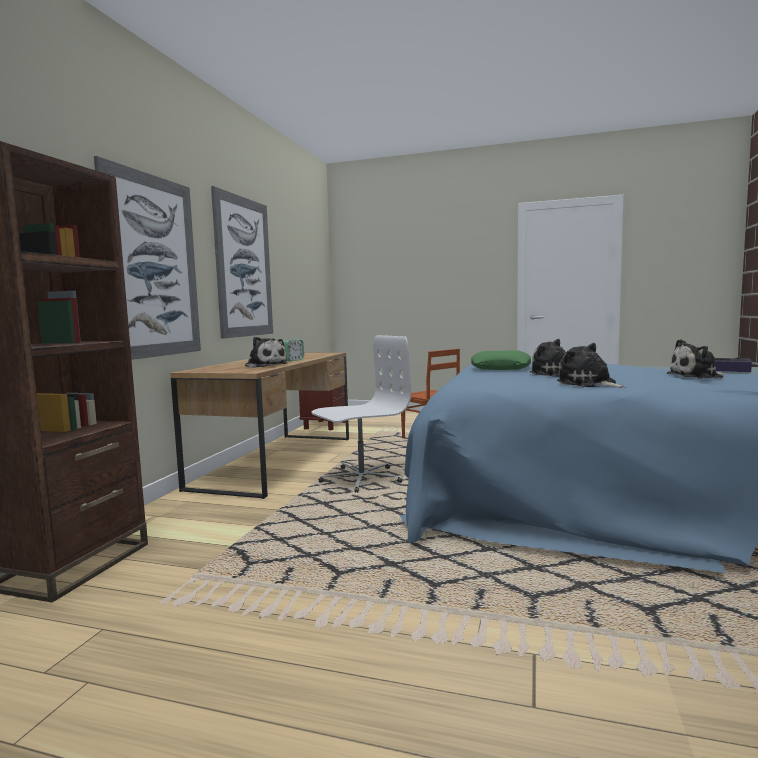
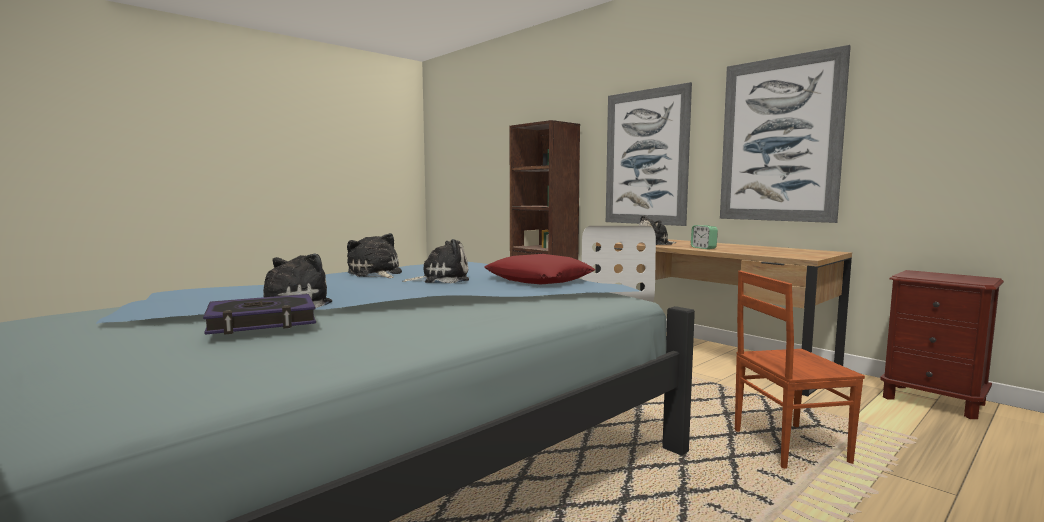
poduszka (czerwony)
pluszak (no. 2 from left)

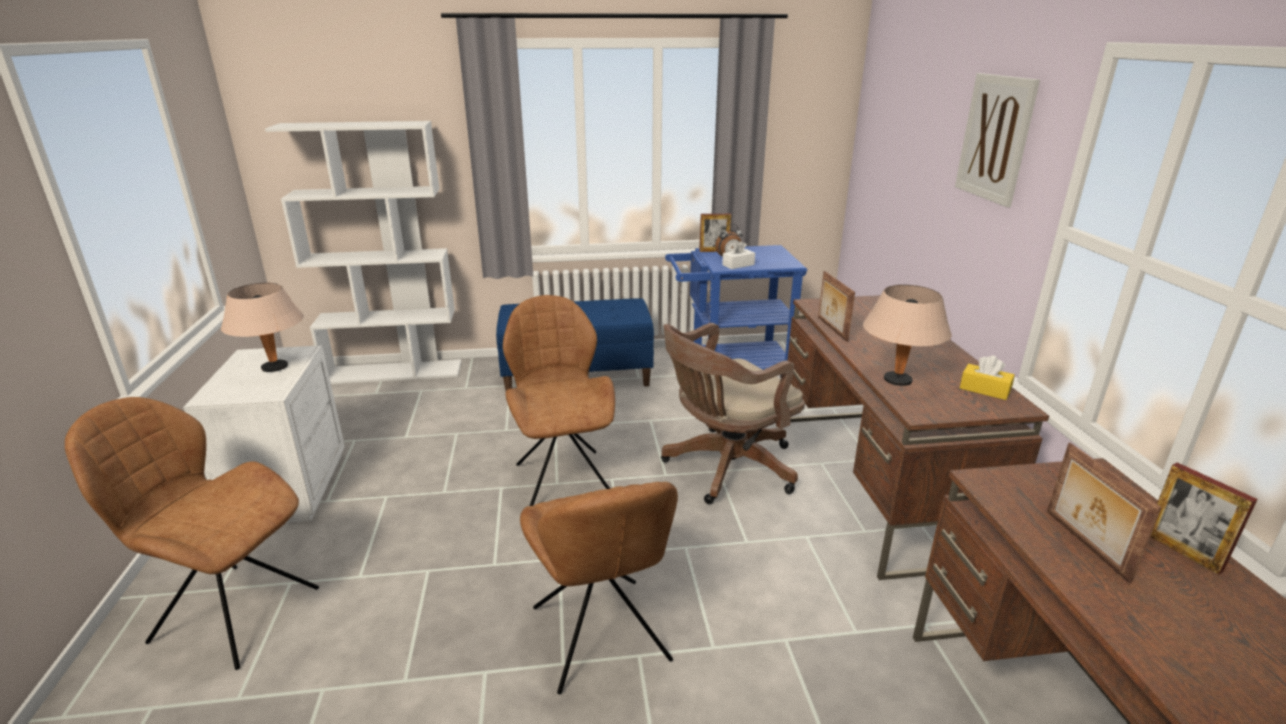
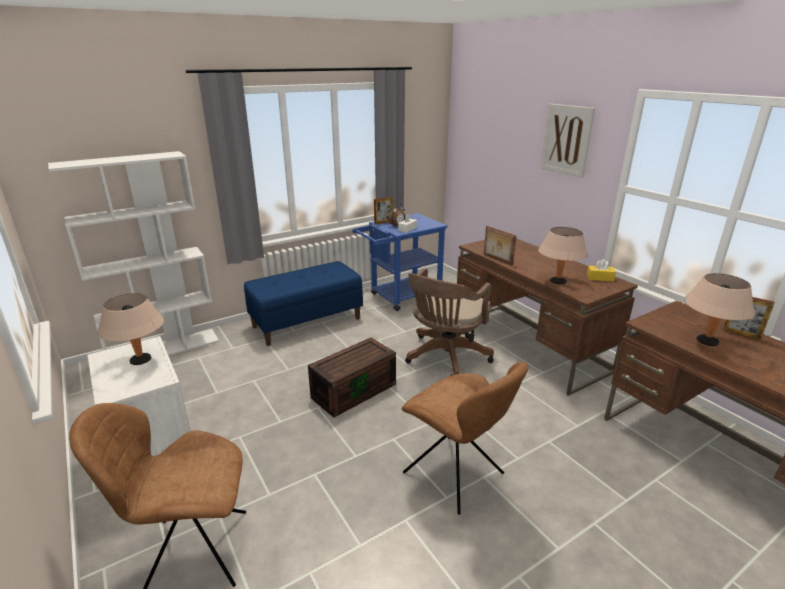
pojemnik do przechowywania (brązowy)
lampa stołowa (beżowy) (no. 3 from left)

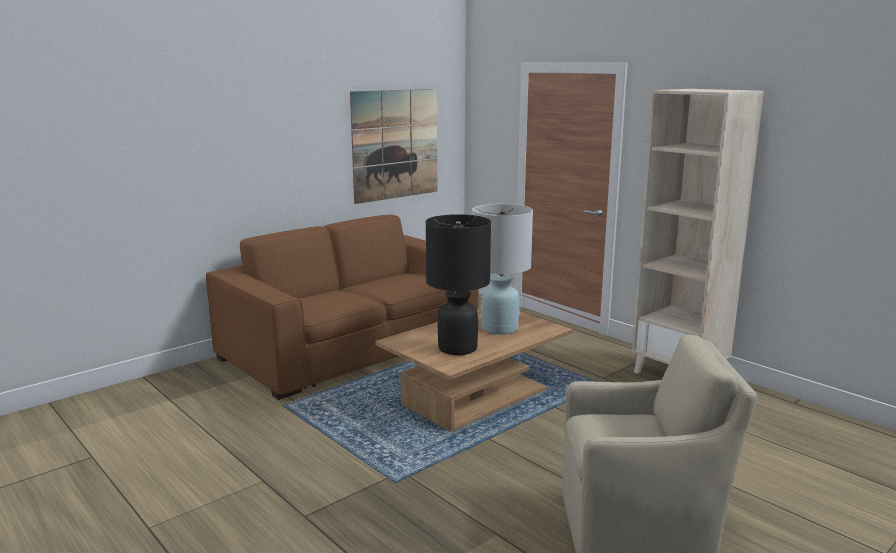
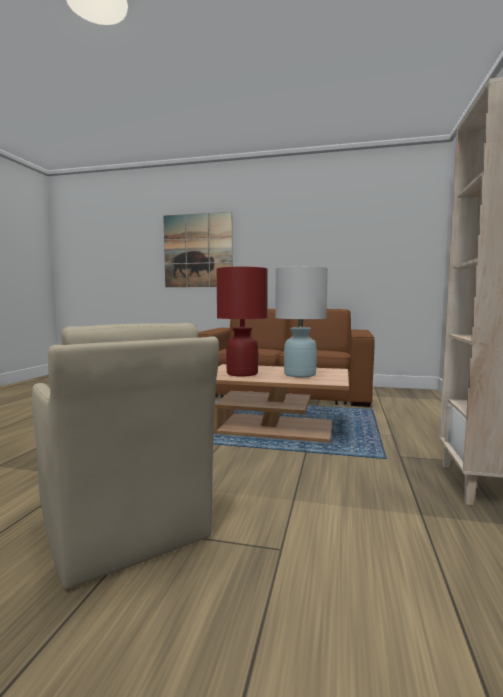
obraz
lampa stołowa (czerwony)

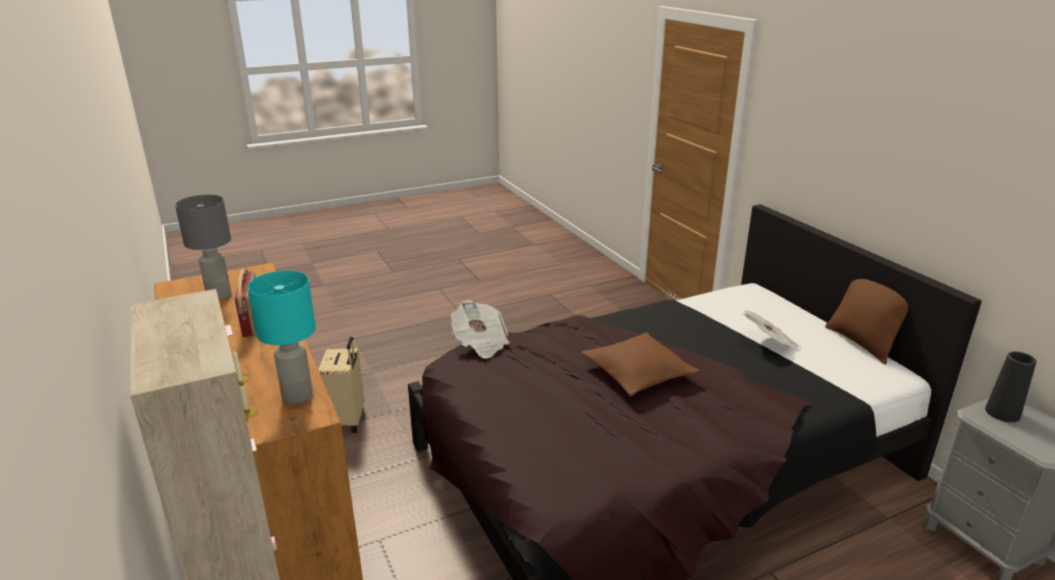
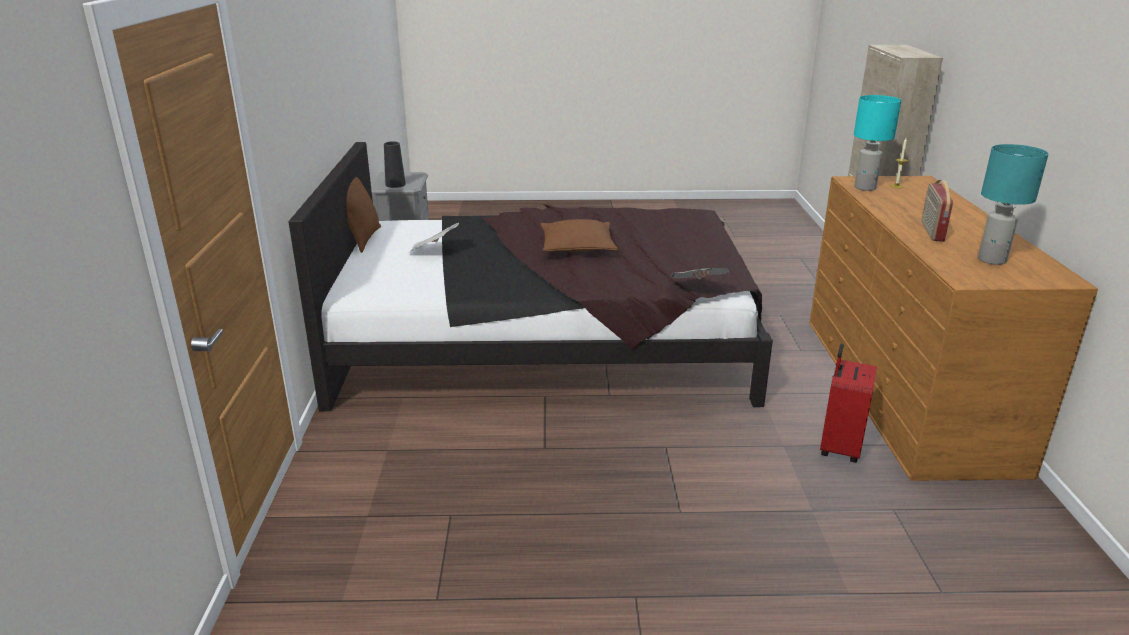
lampa stołowa (turkusowy) (no. 2 from left)
walizka (czerwony)

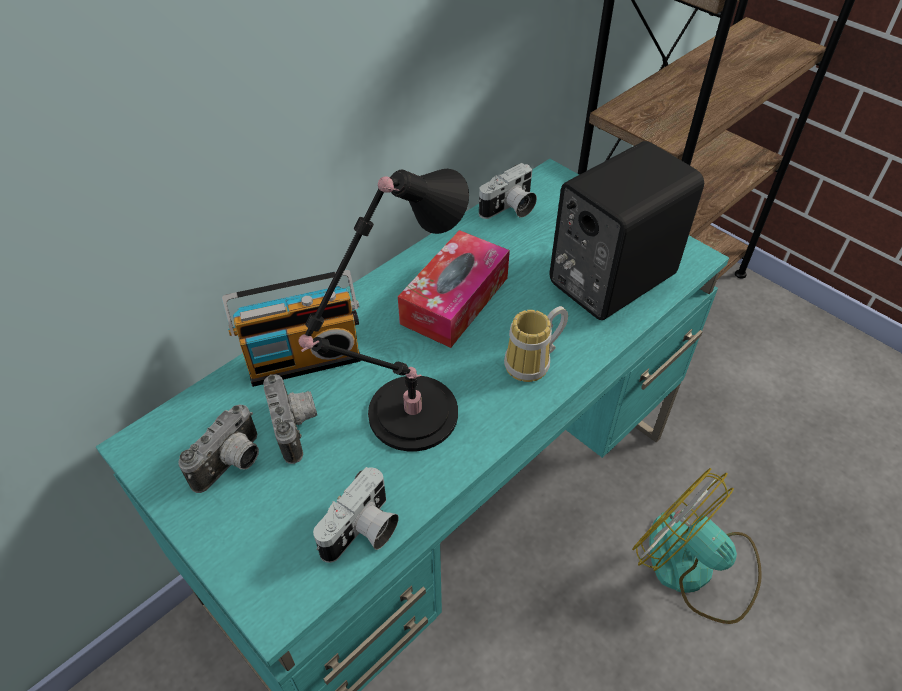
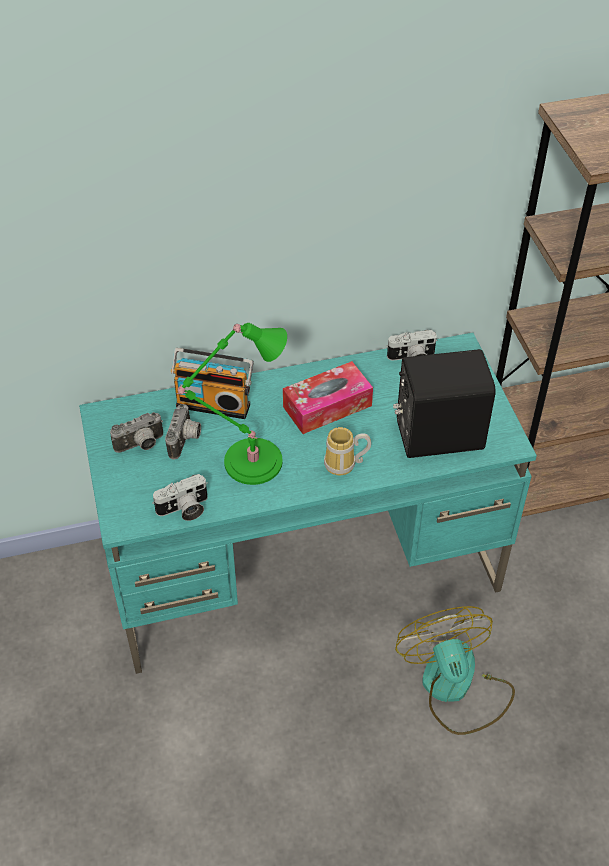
lampa stołowa (zielony)

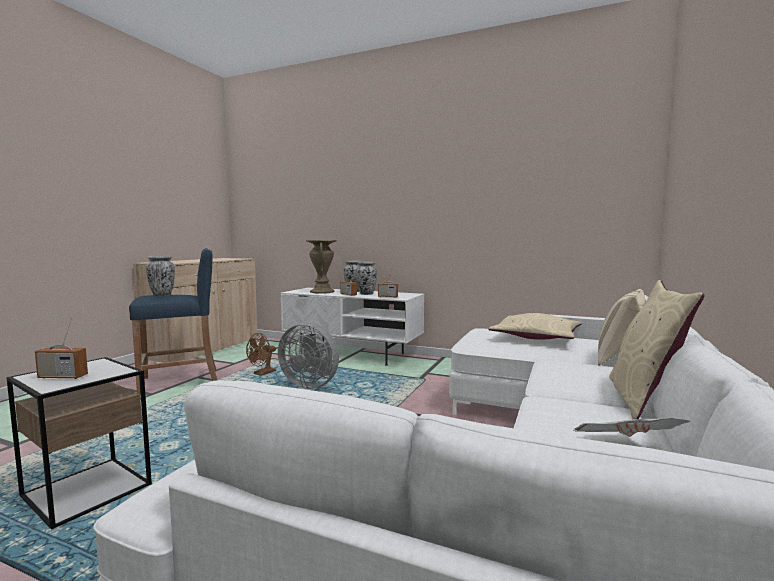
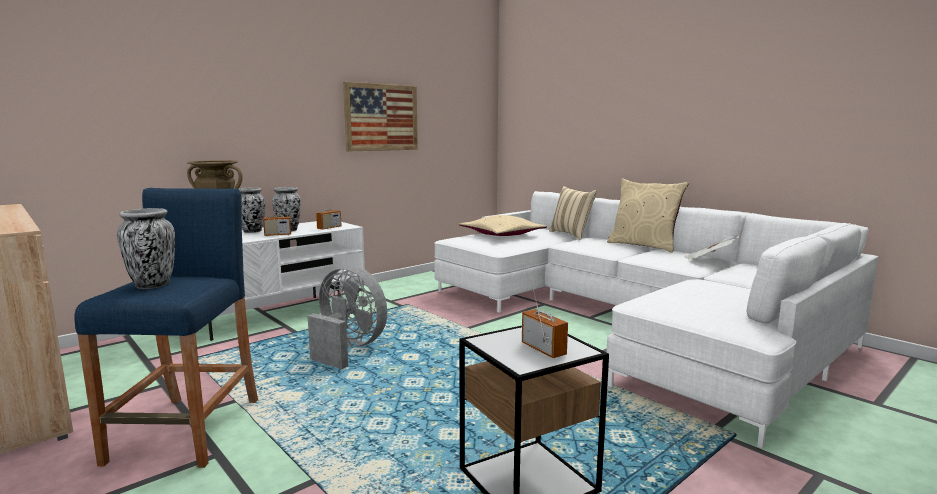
wentylator (brązowy)
obraz
radio (no. 3 from left)
wentylator (szary)

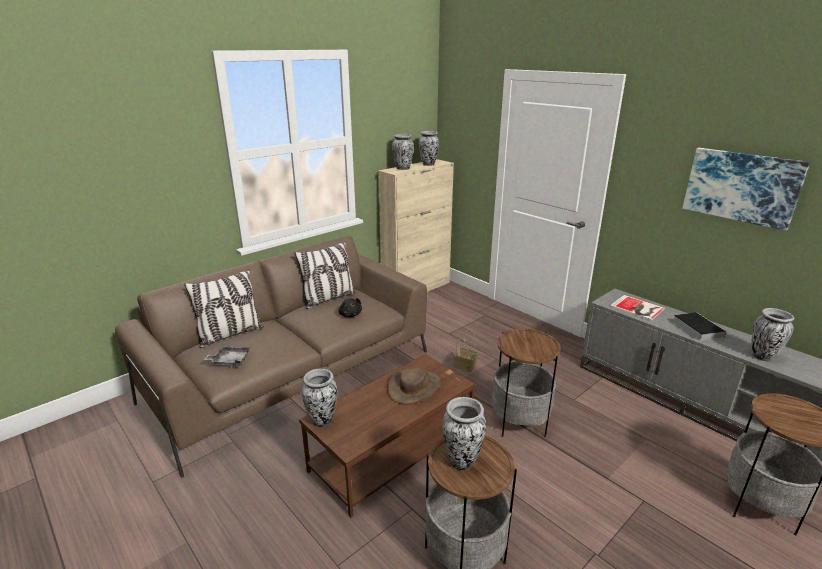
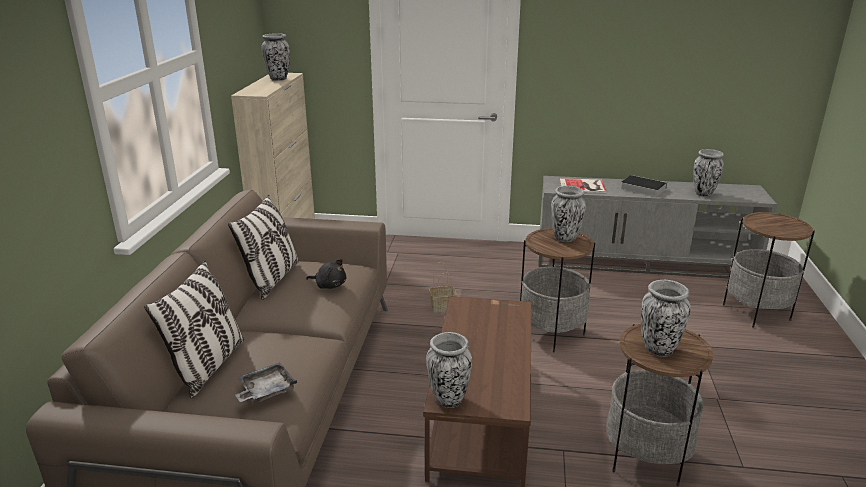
kapelusz (brązowy)
obraz
wazon (no. 3 from left)

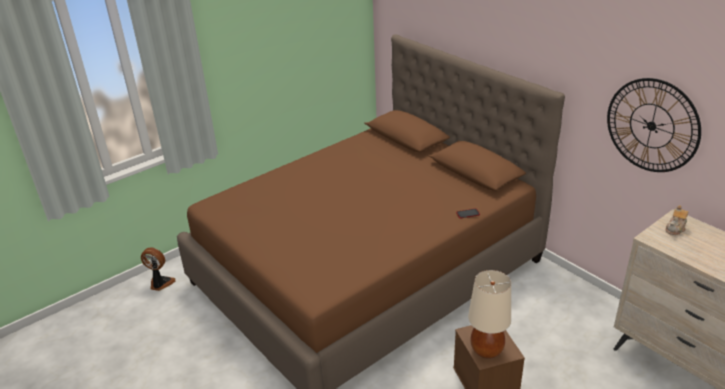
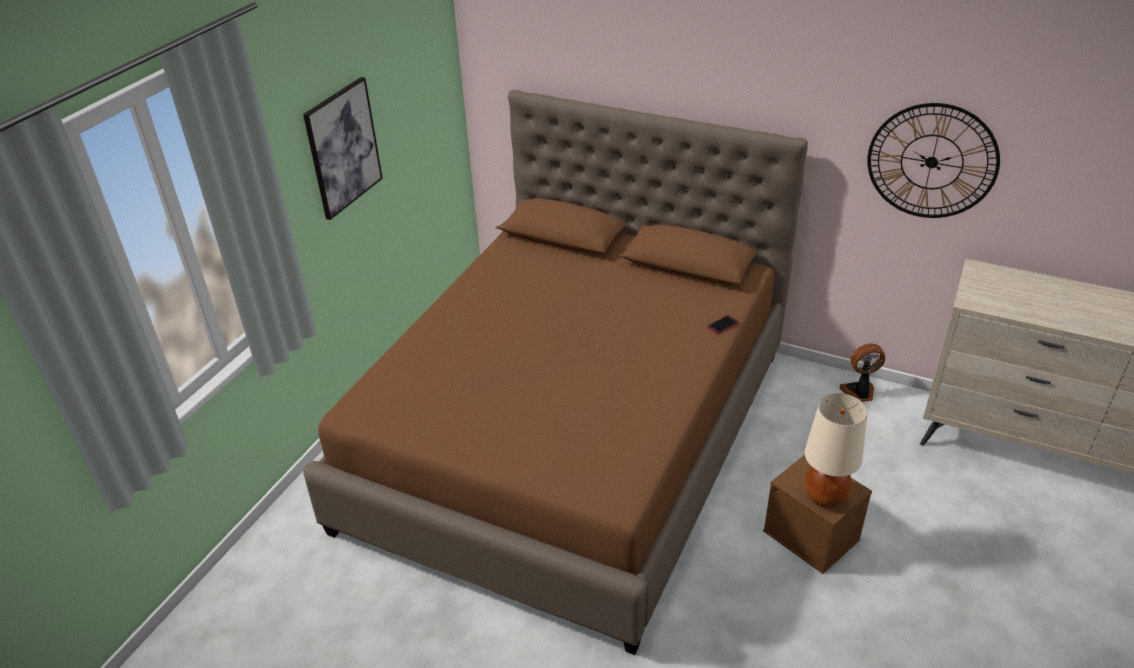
imbryk
obraz
wentylator

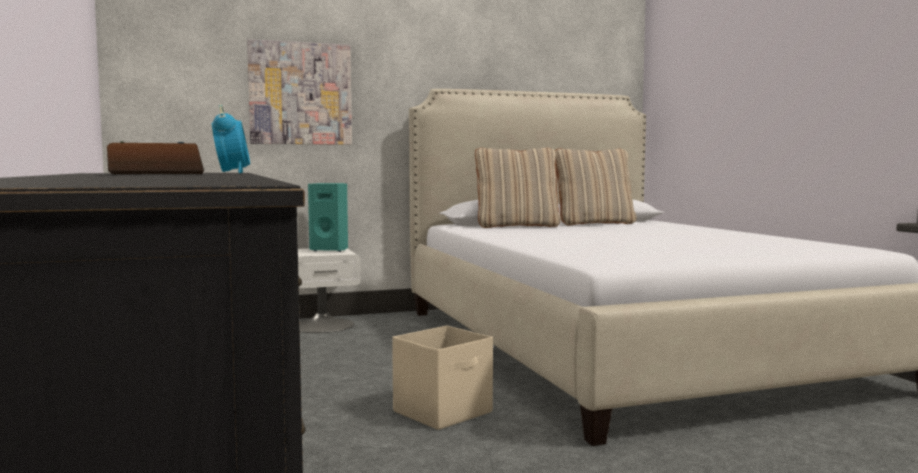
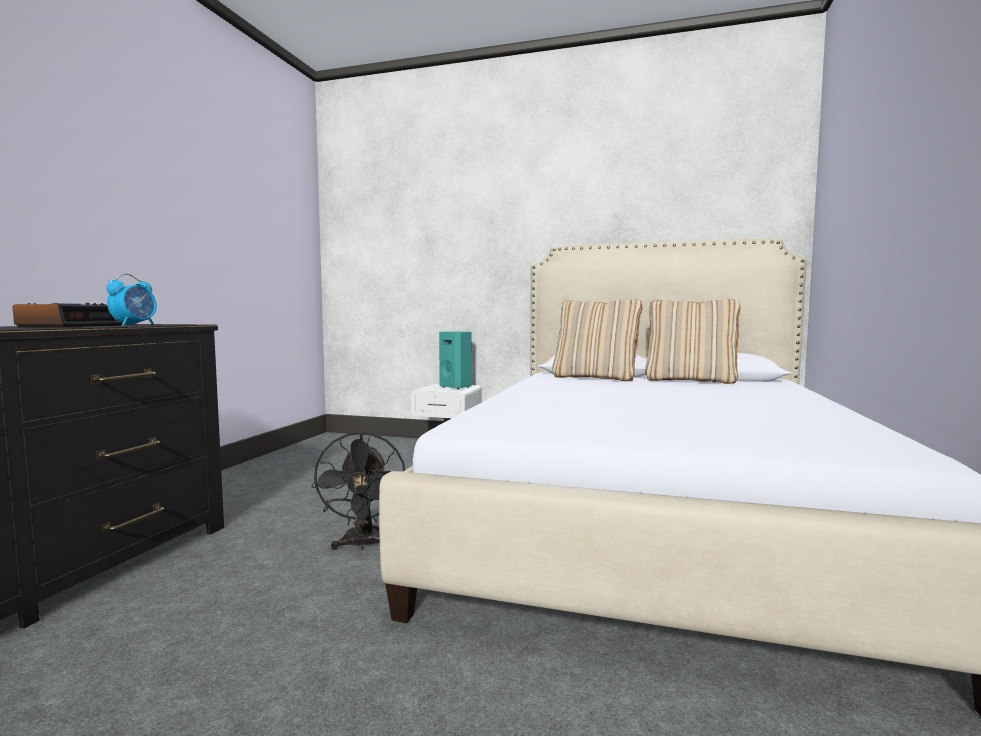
obraz
wentylator (czarny)

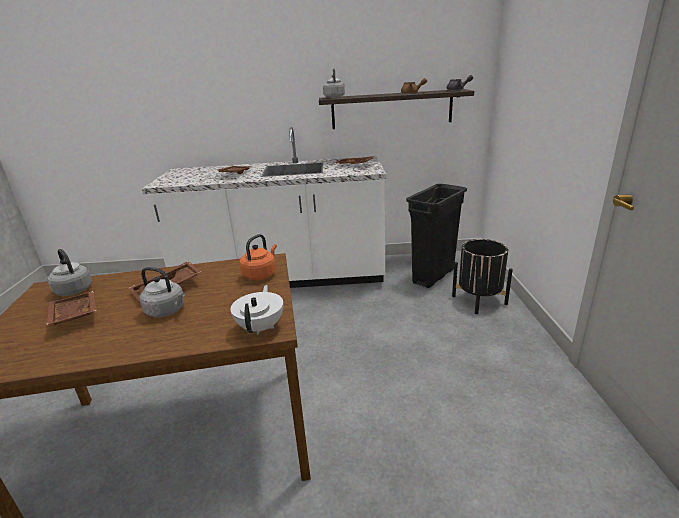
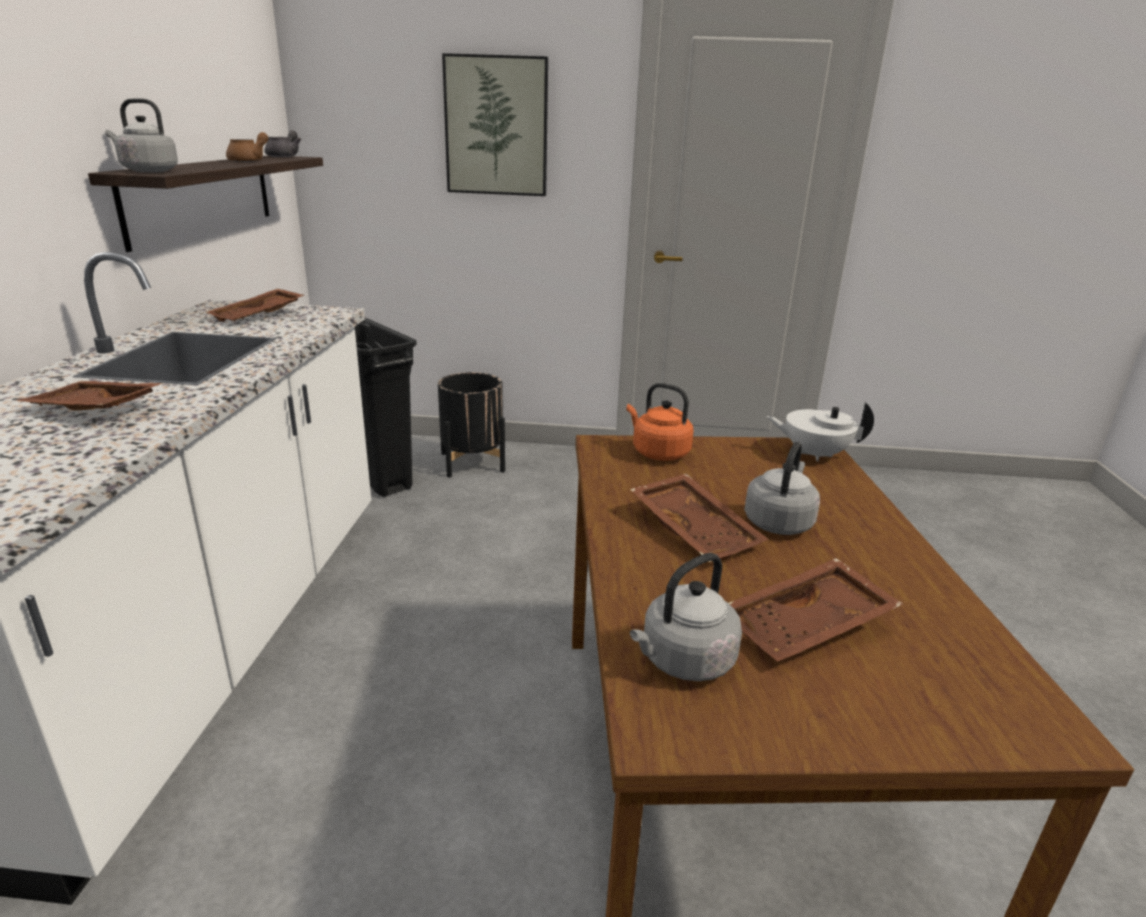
obraz

